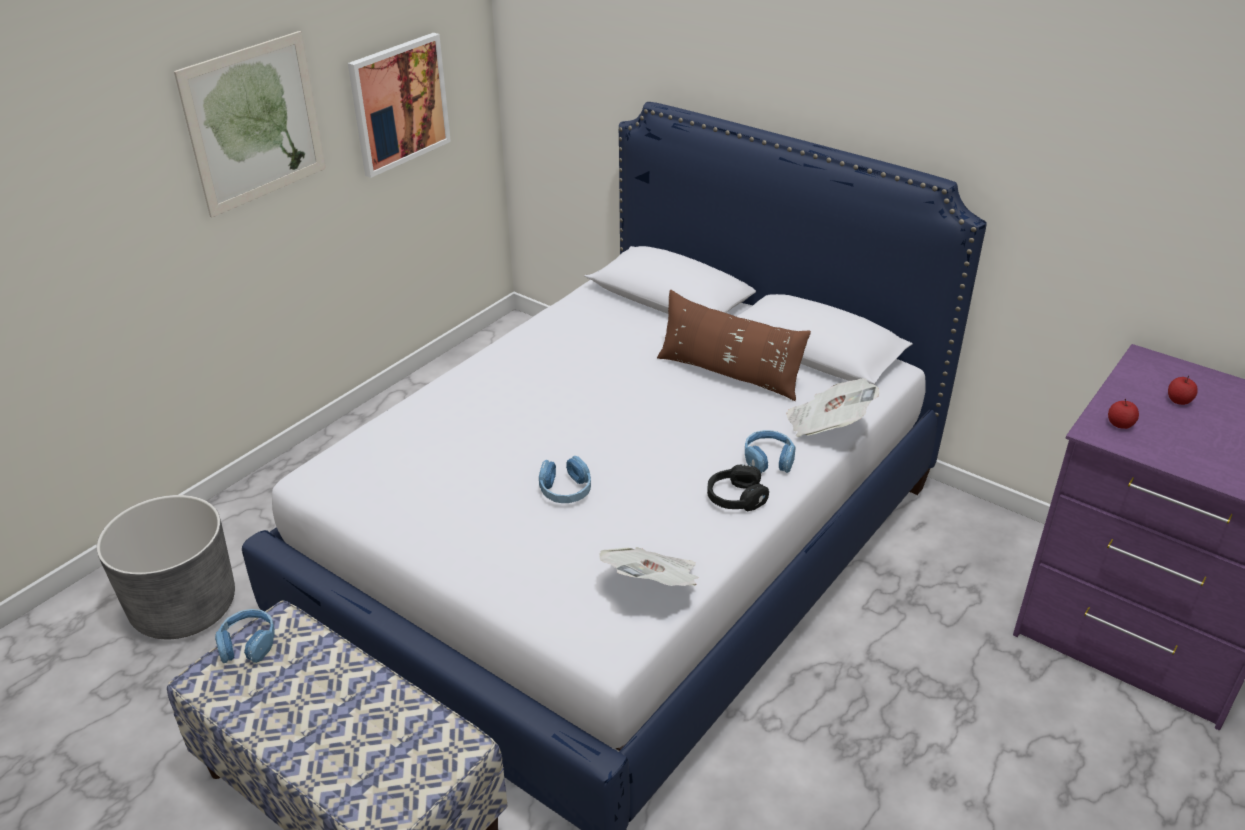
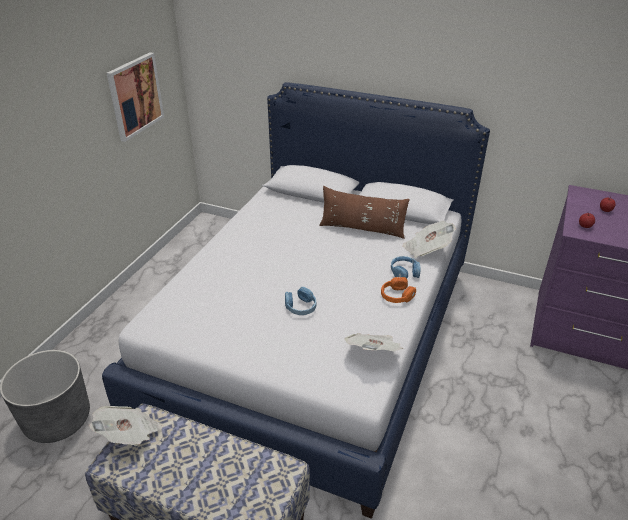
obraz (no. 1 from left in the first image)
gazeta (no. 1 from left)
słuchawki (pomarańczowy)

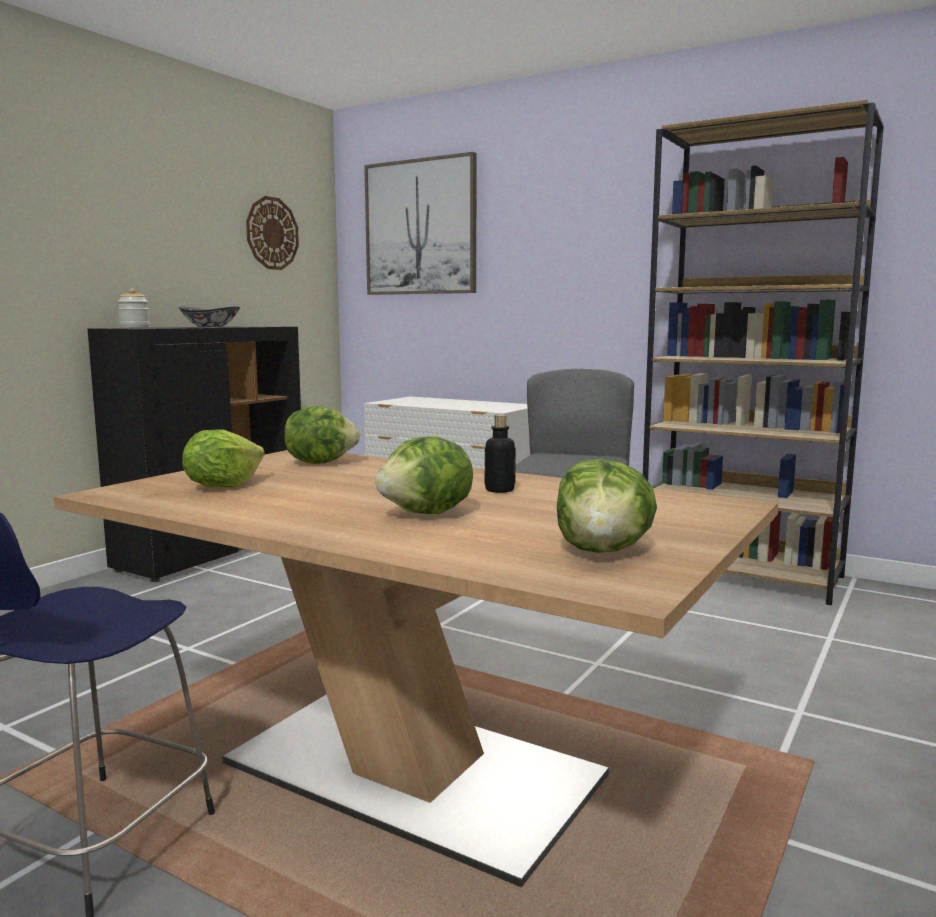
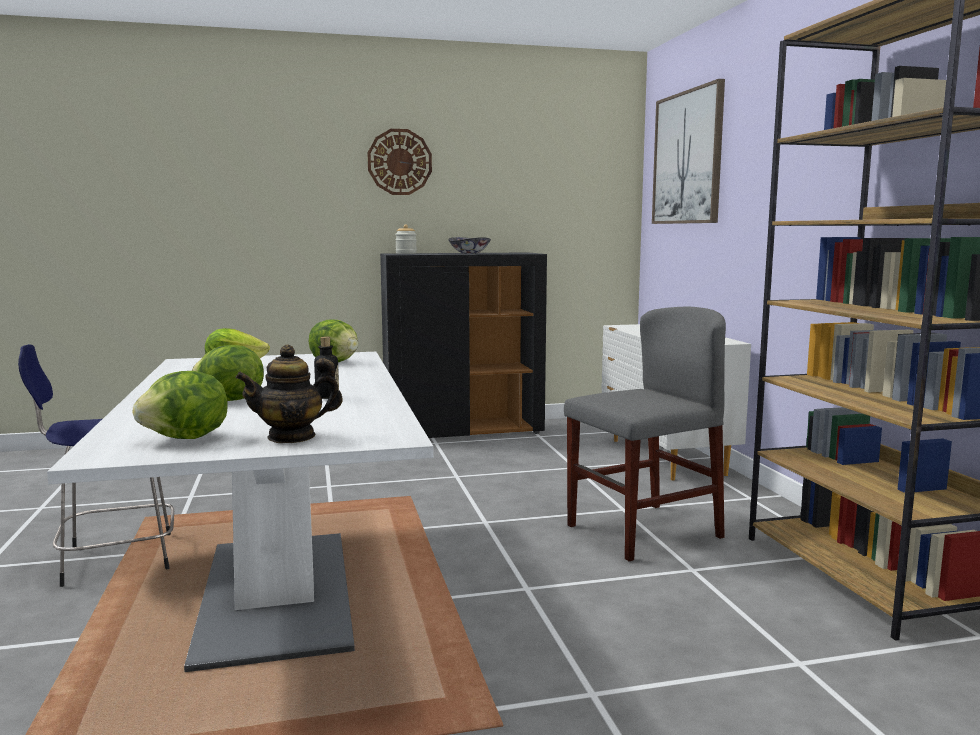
imbryk
zegar ścienny
stół jadalny (biały)

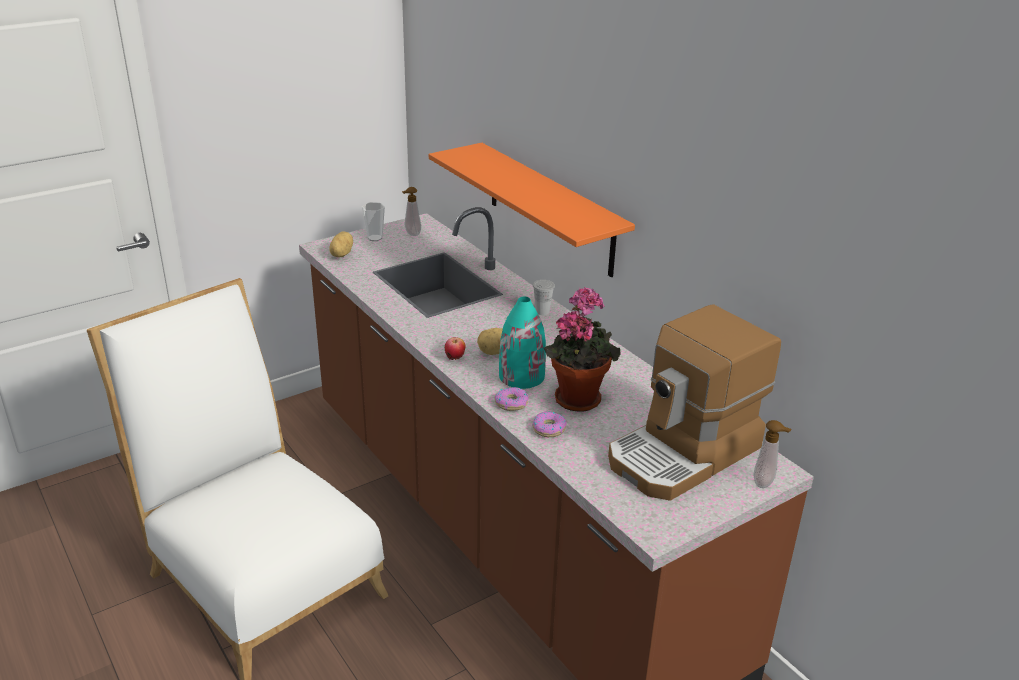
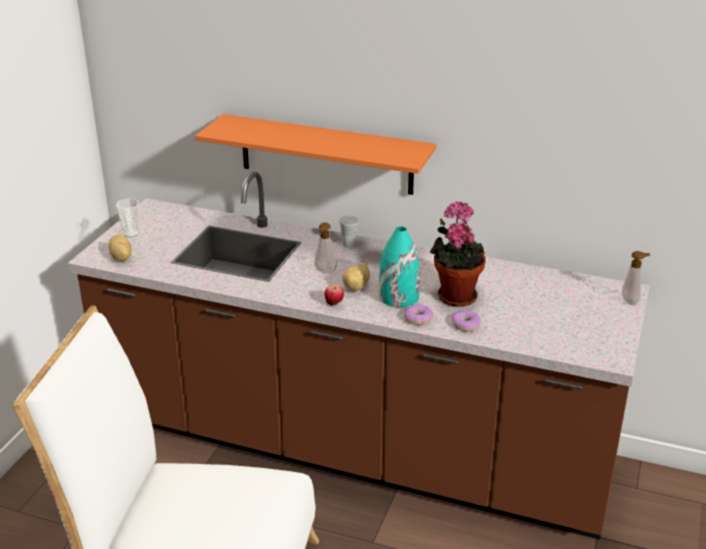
ekspres do kawy
dozownik mydła (no. 1 from left)

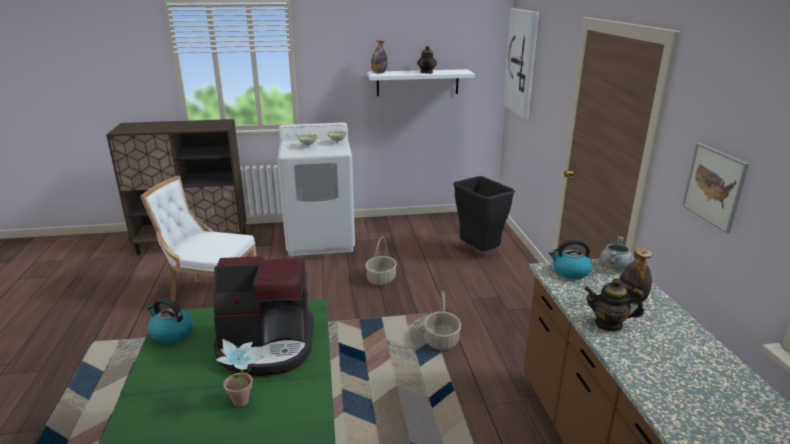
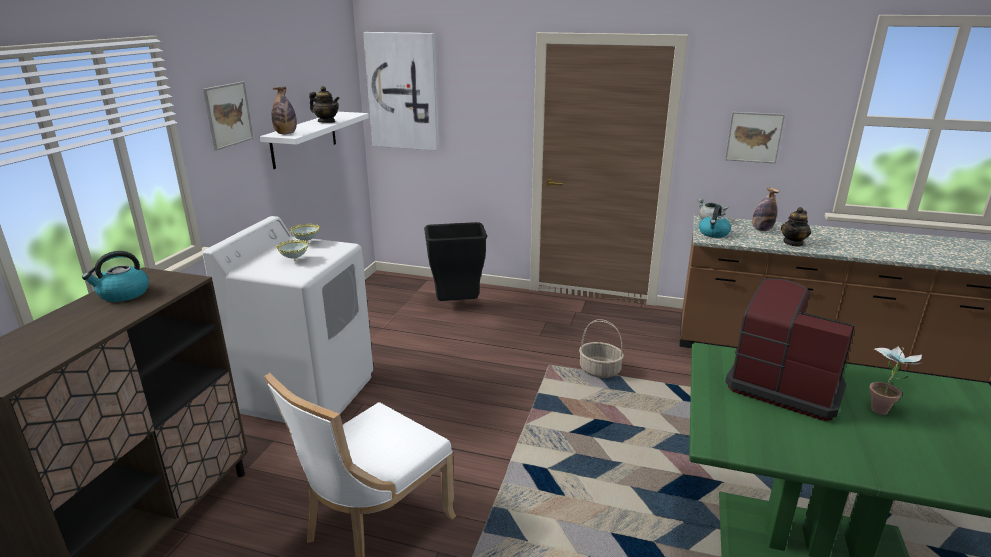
koszyk (no. 1 from left in the first image)
obraz (no. 1 from left)
czajnik (no. 1 from left)
ekspres do kawy

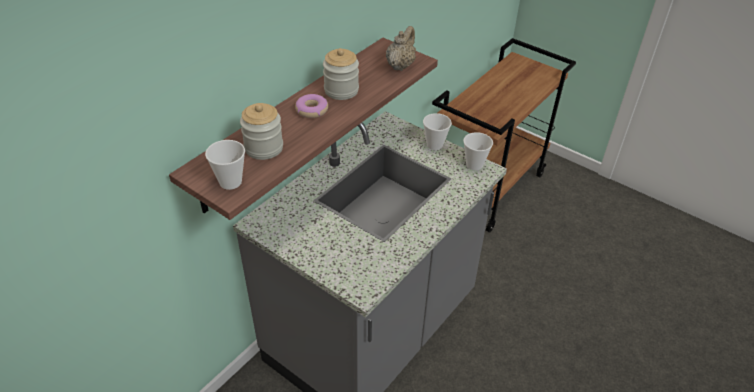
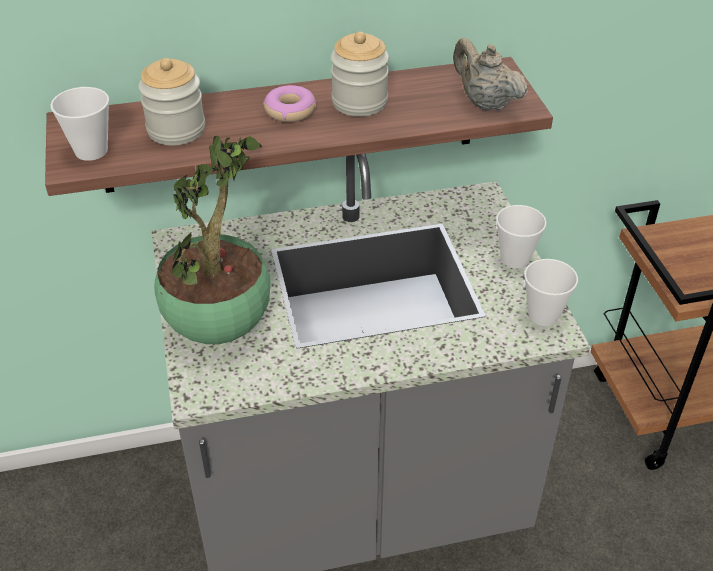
roślina doniczkowa
imbryk (beżowy)

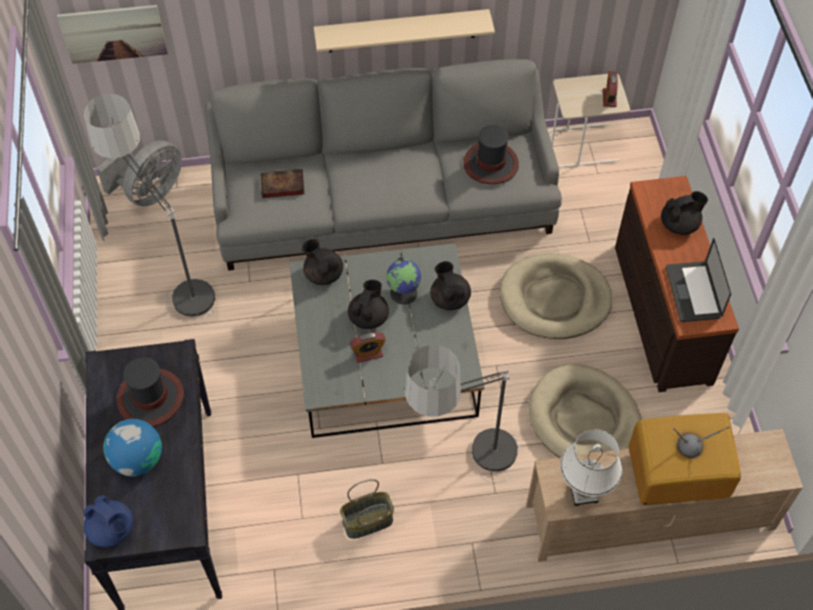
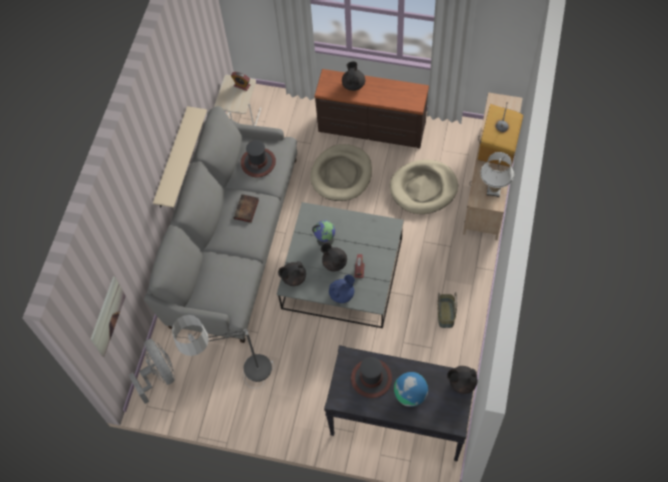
lampa stojąca (no. 2 from left in the first image)
laptop
imbryk (niebieski)
książka
imbryk (czarny) (no. 4 from left)

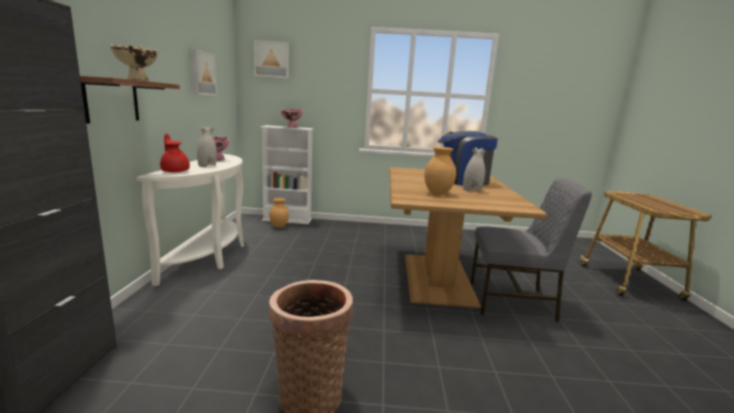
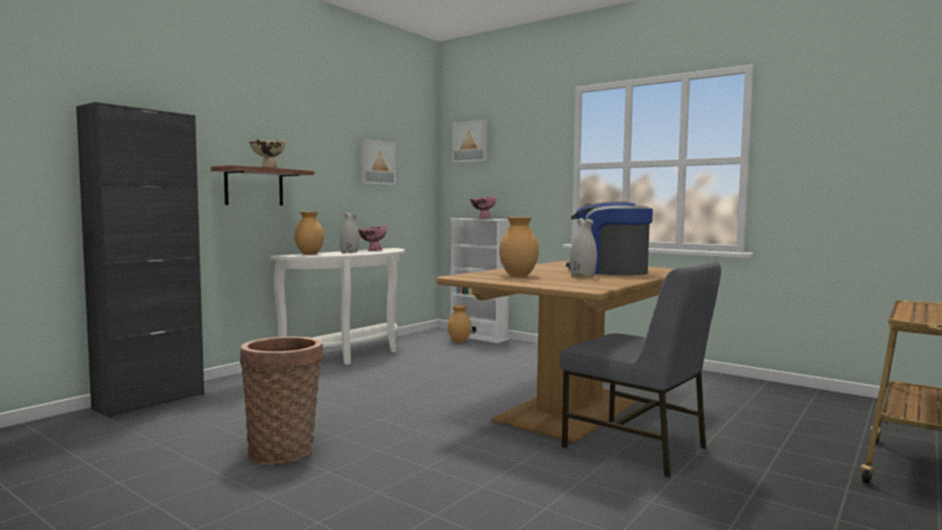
wazon (brązowy) (no. 1 from left)

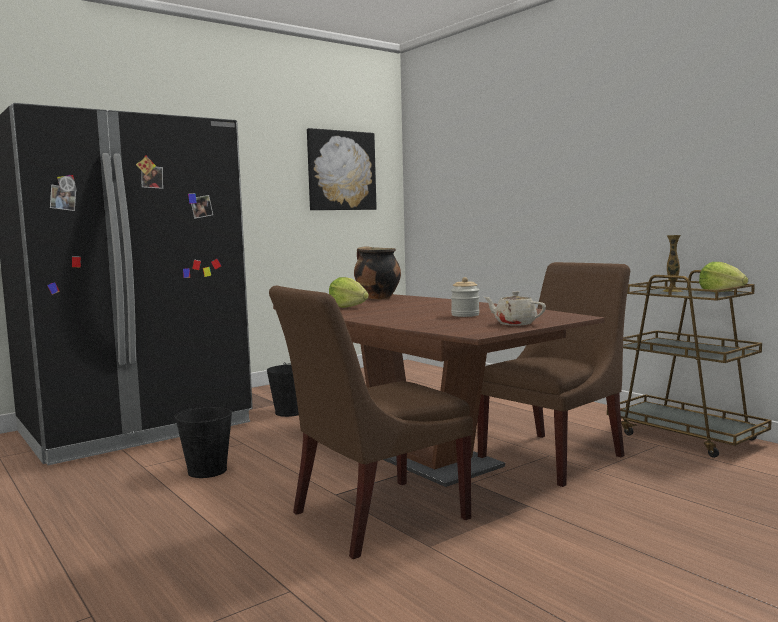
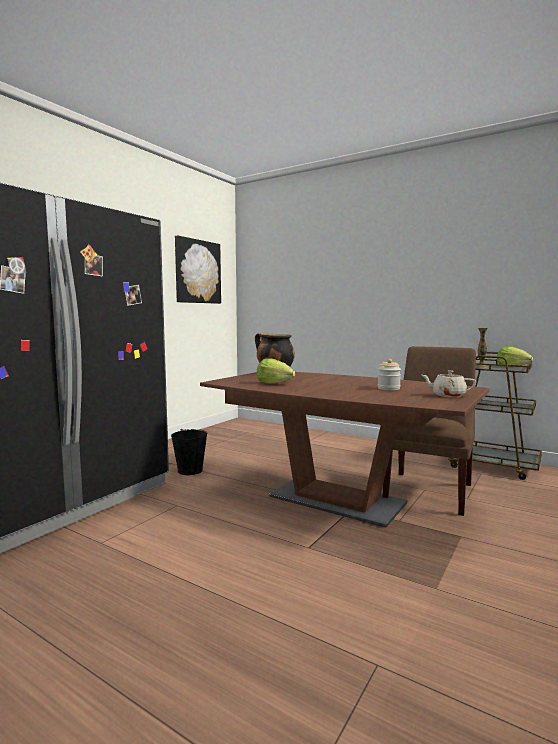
wiadro (czarny) (no. 1 from left in the first image)
krzesło (brązowy) (no. 1 from left in the first image)

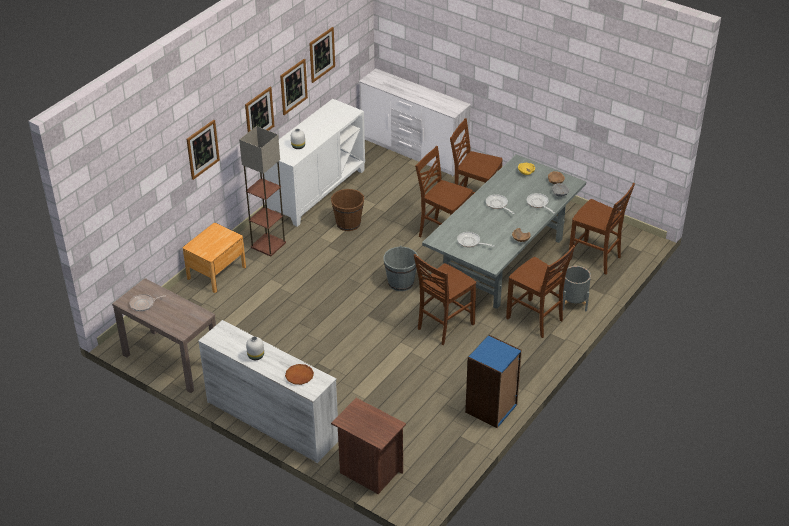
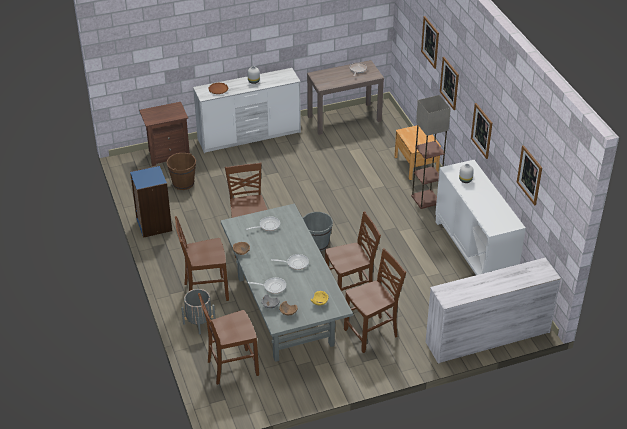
obraz (no. 1 from left)
wiadro (brązowy)

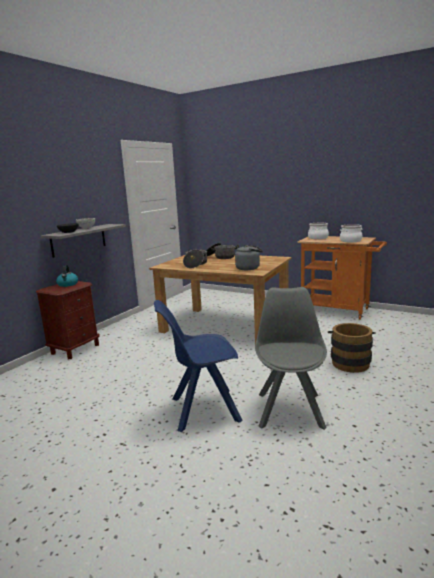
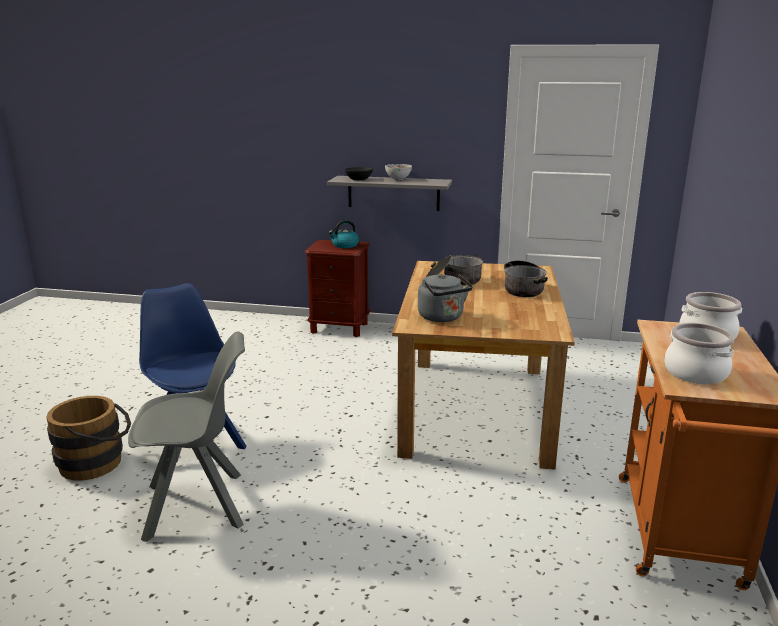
wiadro (brązowy)

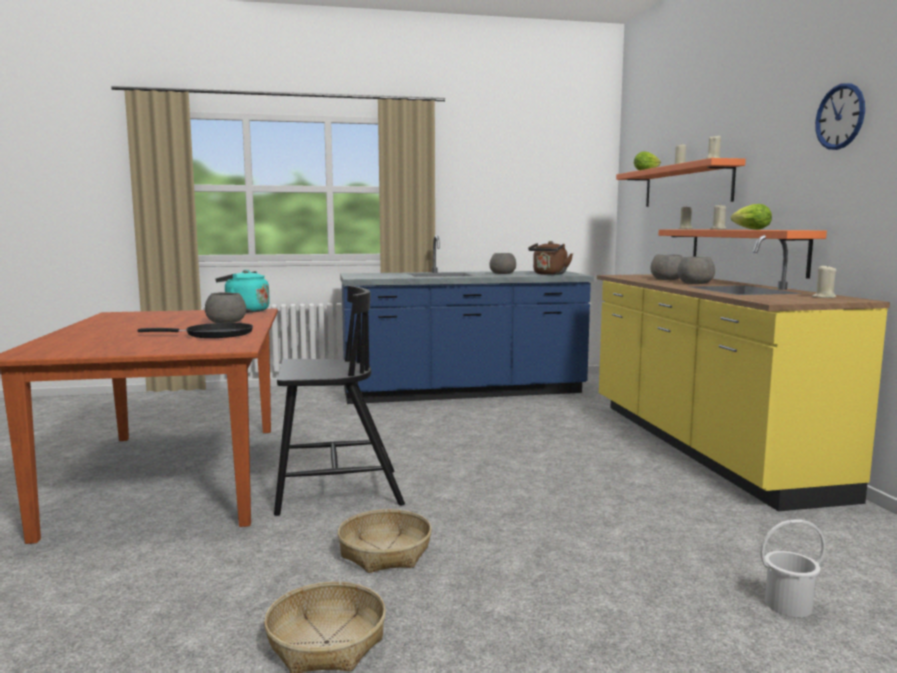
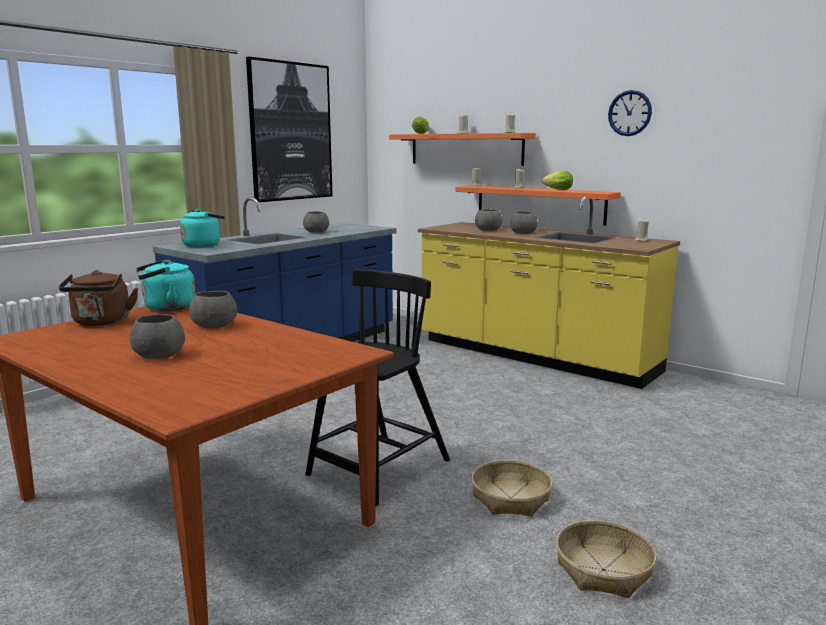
patelnia (czarny)
wiadro (biały)
miska (szary) (no. 1 from left)
czajnik (turkusowy) (no. 2 from left)
obraz
czajnik (brązowy)

